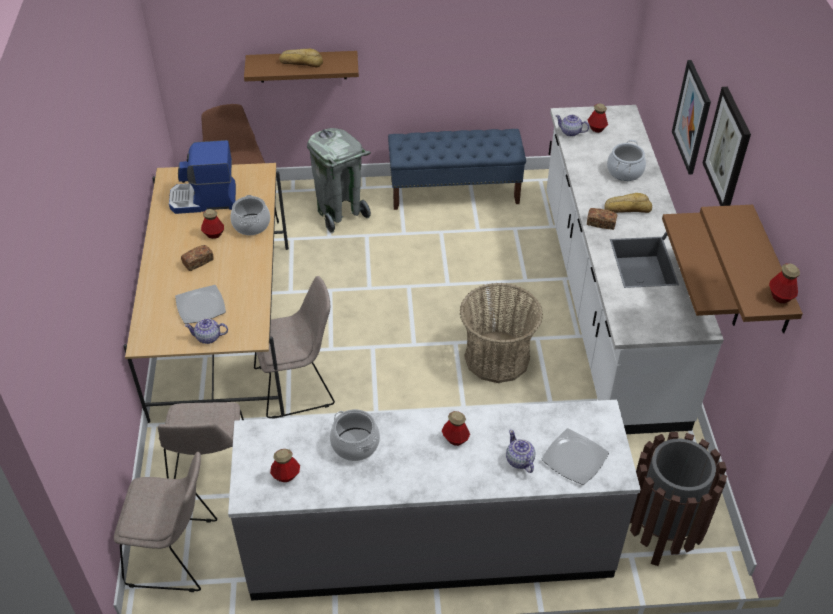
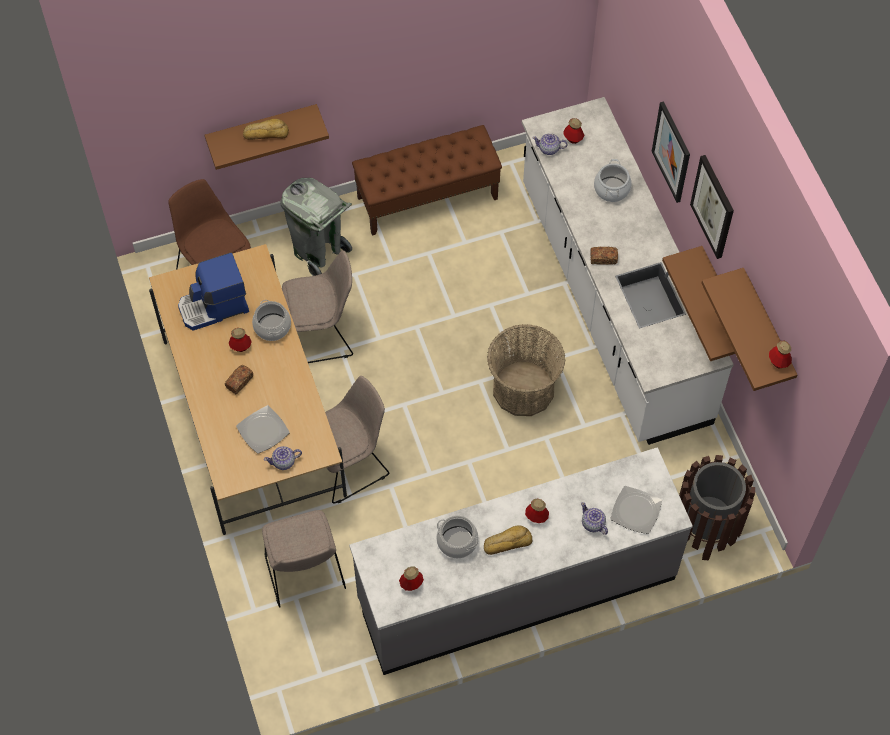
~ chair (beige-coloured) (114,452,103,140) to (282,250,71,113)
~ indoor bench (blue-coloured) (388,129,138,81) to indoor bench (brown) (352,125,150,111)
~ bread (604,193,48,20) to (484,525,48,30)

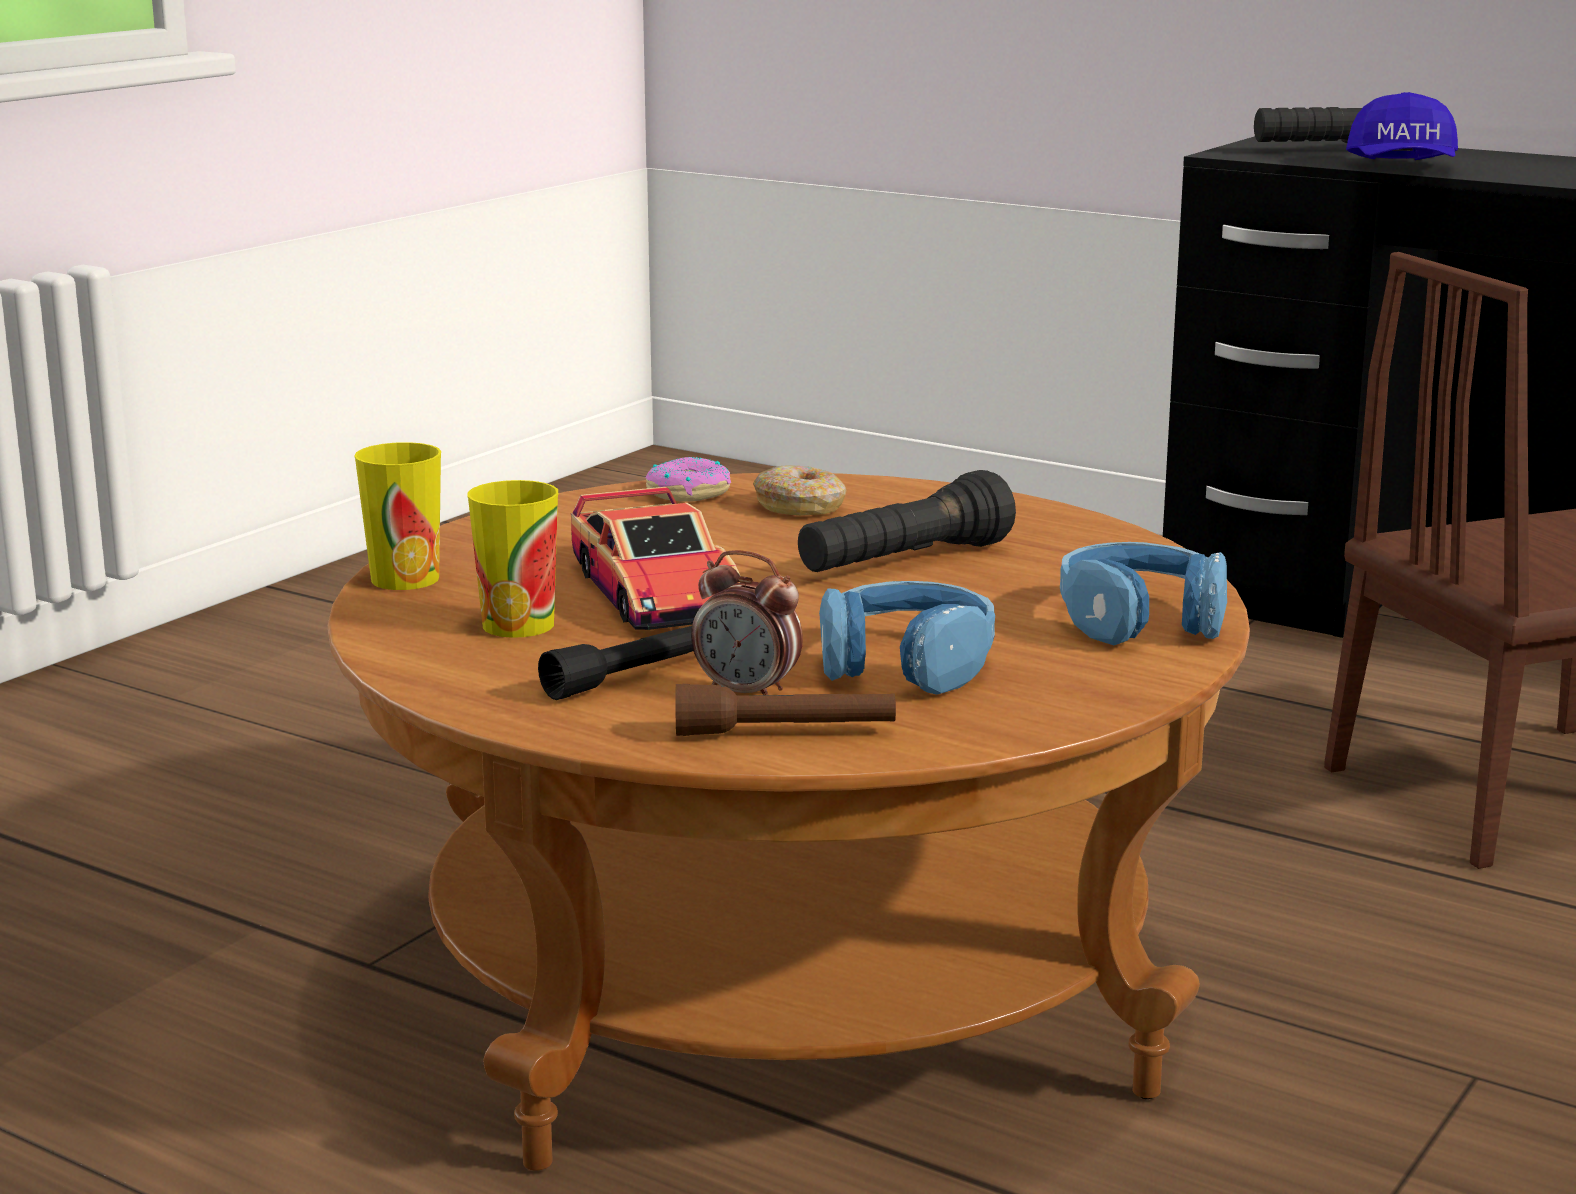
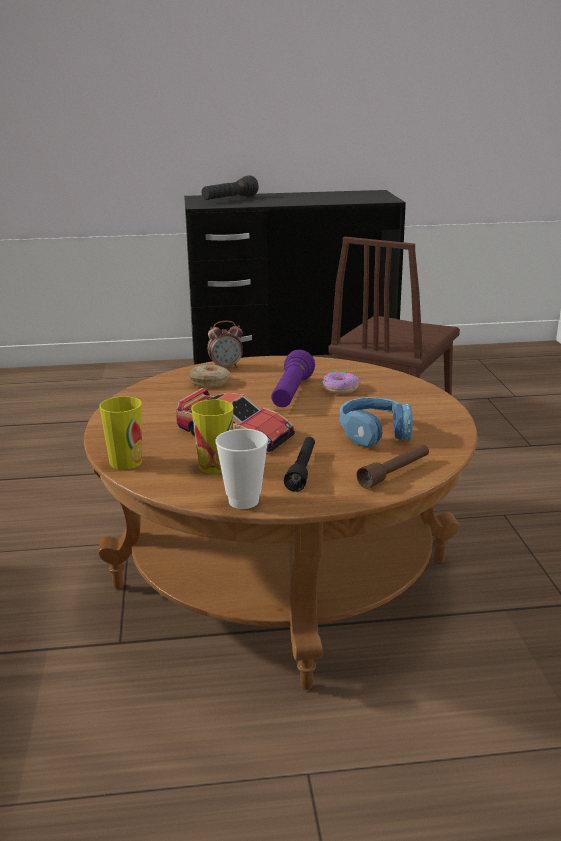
~ ring doughnut (646,457,85,45) to (322,372,38,22)
~ alarm clock (691,550,112,145) to (207,321,36,47)
~ hand torch (blackish) (798,470,218,102) to hand torch (purple-coloured) (271,350,44,57)
- headset (blue-coloured) (1060,542,167,103)
- peaked cap (blue-coloured) (1346,92,112,68)
+ drinking cup (215,429,53,80)

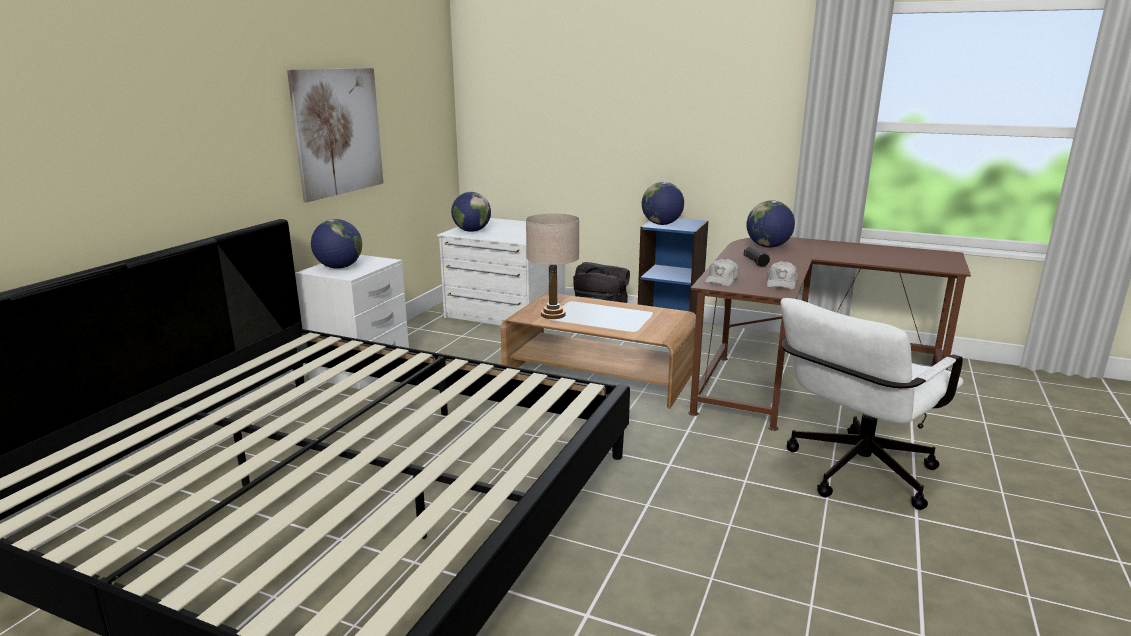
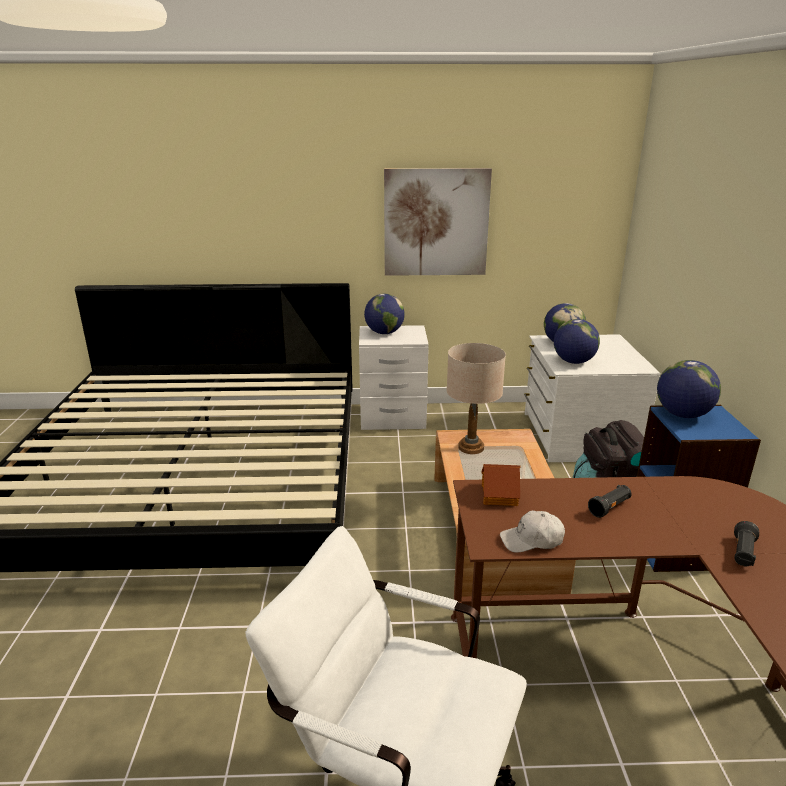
~ peaked cap (white-coloured) (705,258,34,28) to miniature house (481,464,39,42)
~ desk globe (746,200,49,48) to (554,319,46,45)
+ hand torch (blackish) (734,521,25,45)

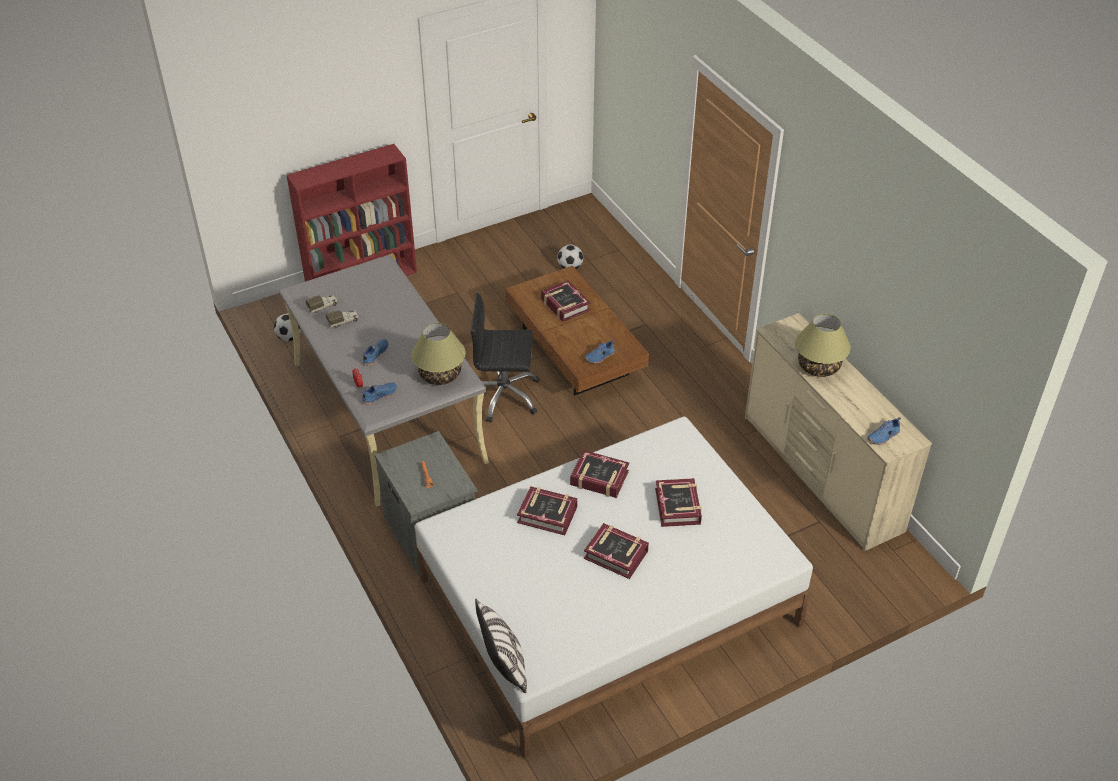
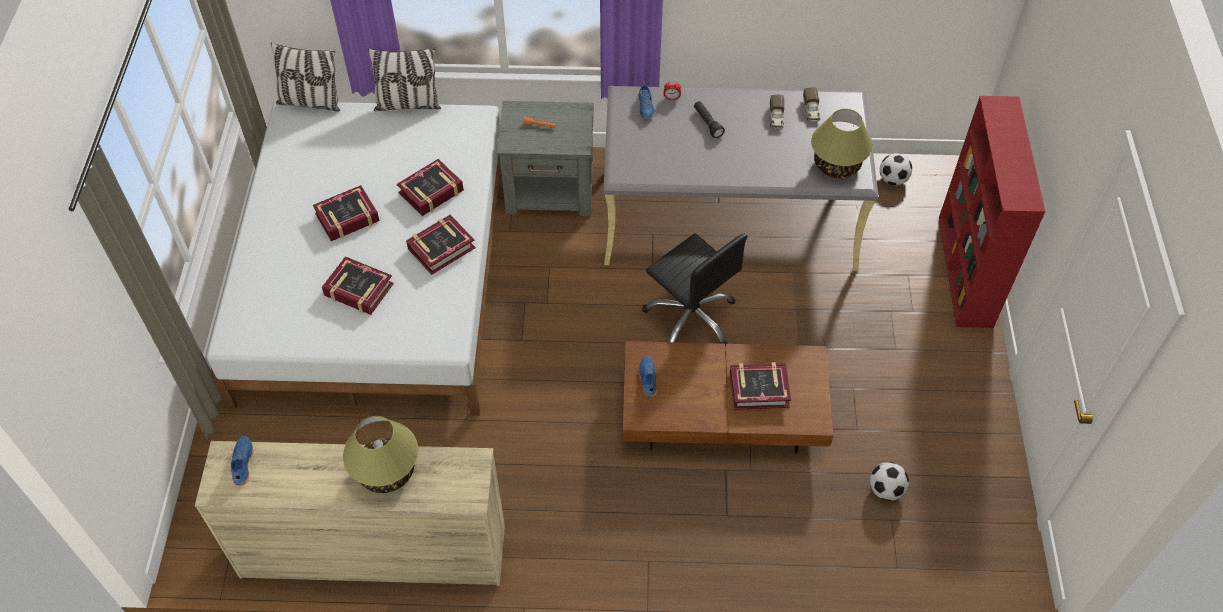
~ shoe (blue-coloured) (363,339,25,27) to hand torch (blackish) (694,101,31,37)
~ table lamp (411,323,54,62) to (811,109,61,69)
~ office chair (blackish) (470,293,70,130) = (642,233,105,114) 105 degrees clockwise
+ throw pillow (368,48,73,63)

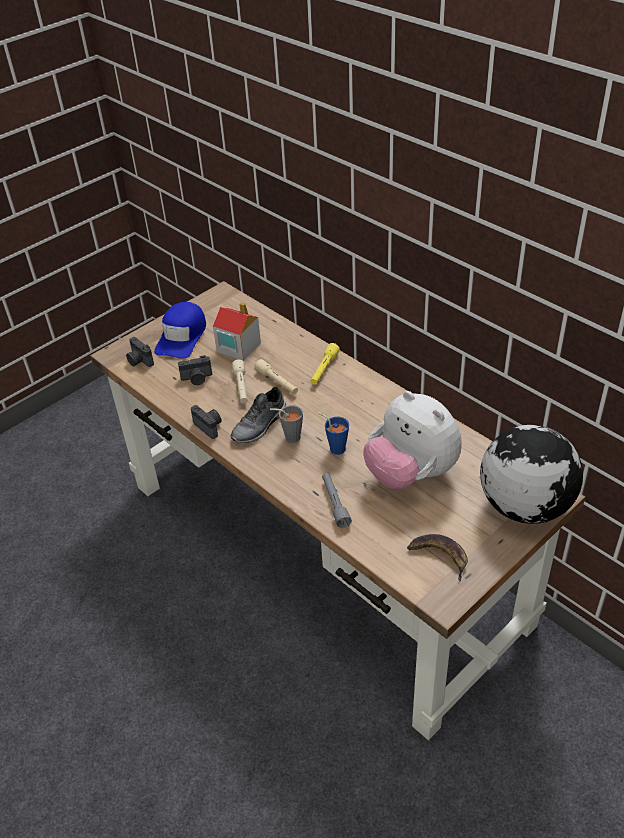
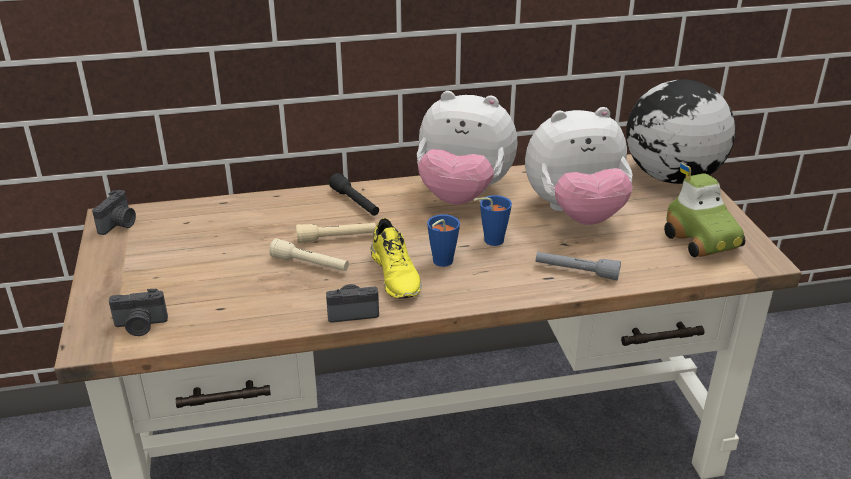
- peaked cap (blue-coloured) (154,302,52,57)
~ still camera (178,355,34,30) to (92,190,44,45)
- miniature house (213,302,48,59)
~ shoe (grey) (231,387,55,56) to shoe (yellowish) (370,218,52,81)
~ drinking cup (grey) (270,405,33,38) to drinking cup (blue-coloured) (427,214,33,53)
~ hand torch (yellowish) (310,343,30,42) to hand torch (blackish) (329,173,50,43)
~ whole banana (407,534,61,48) to model car (664,163,81,94)
+ cuddly toy (417,91,101,114)

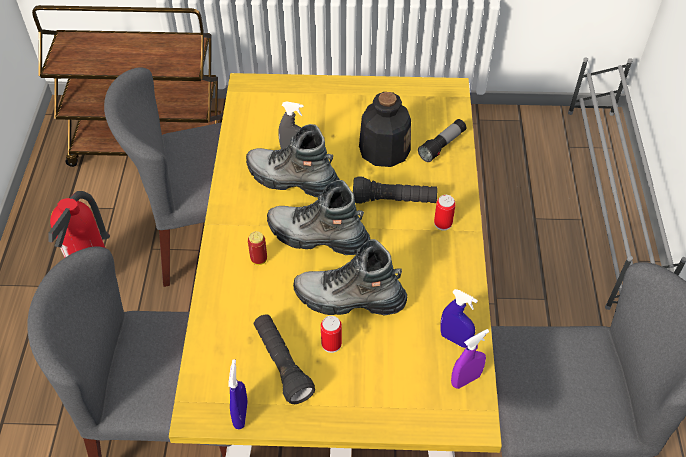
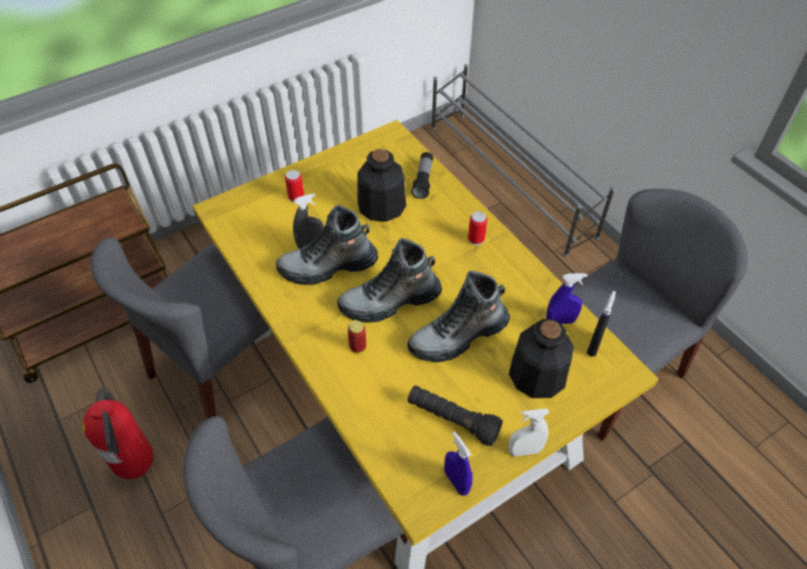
~ can (321,316,21,37) to (285,170,19,33)
- hand torch (blackish) (353,176,85,28)
~ spray bottle (purple-coloured) (451,329,38,60) to spray bottle (blackish) (587,291,29,66)
+ spray bottle (white-coloured) (508,409,41,47)
+ beverage bottle (509,319,65,79)

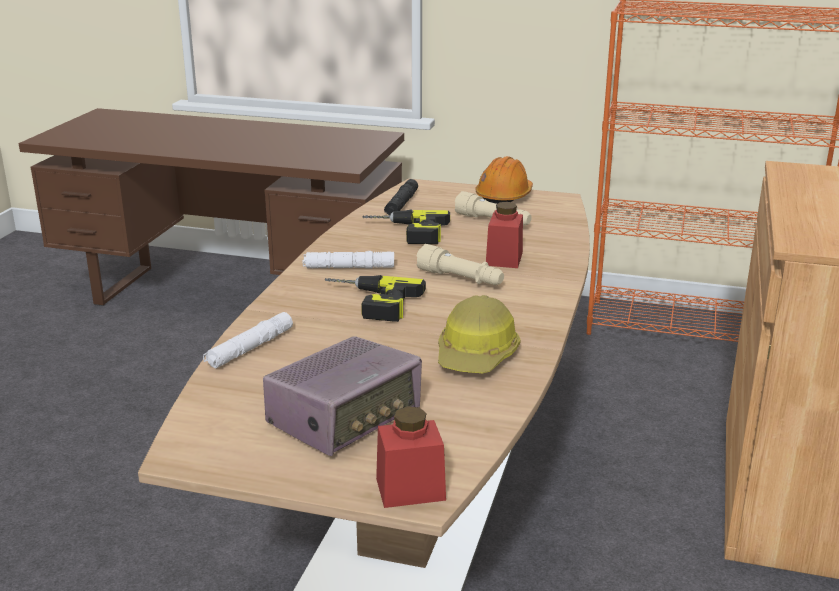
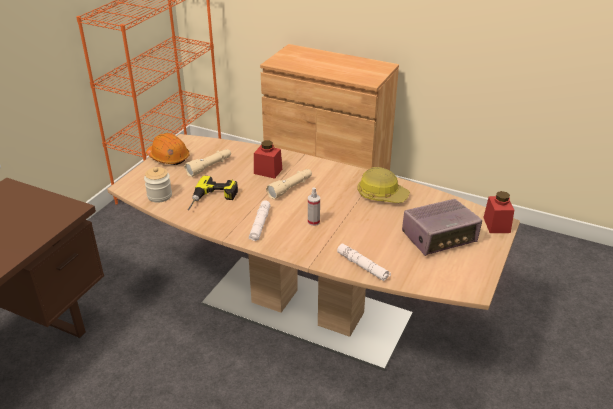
~ radio receiver (263,336,159,120) = (402,199,80,57) 105 degrees clockwise
~ drill (325,275,101,47) to spray bottle (308,188,12,38)
~ hand torch (blackish) (384,179,34,36) to jar (144,167,28,36)

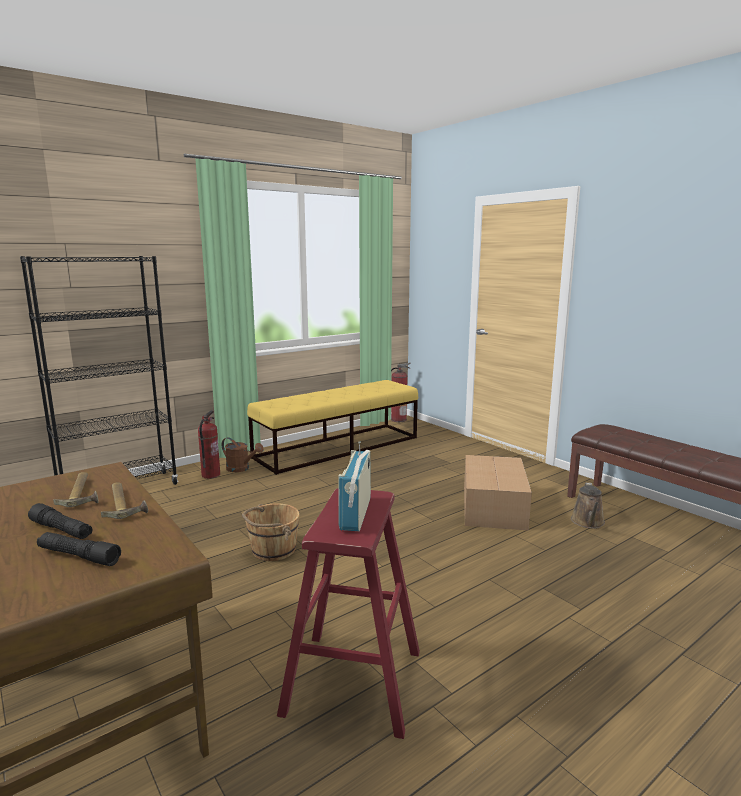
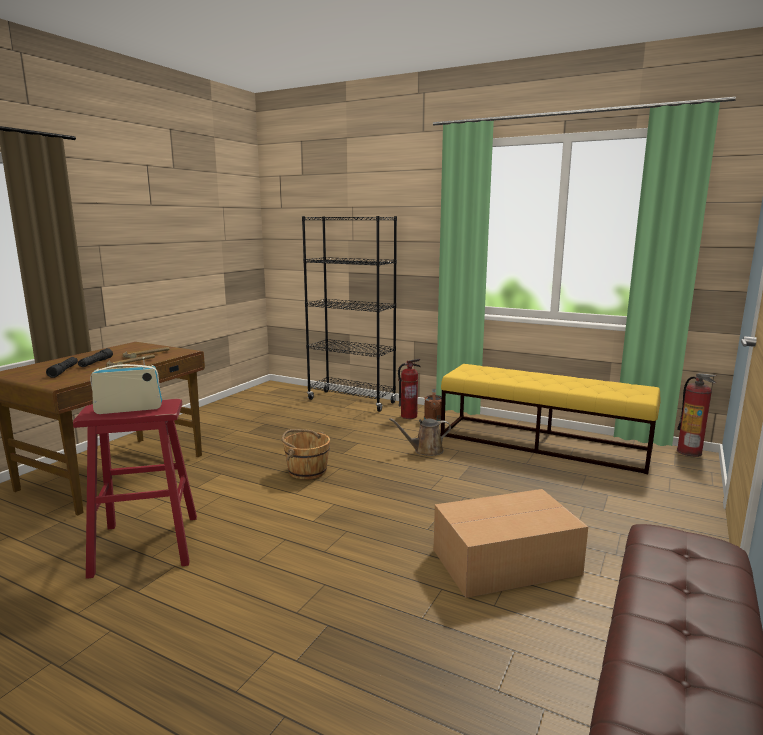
~ watering can (brown) (571,483,34,46) to (389,418,62,38)

